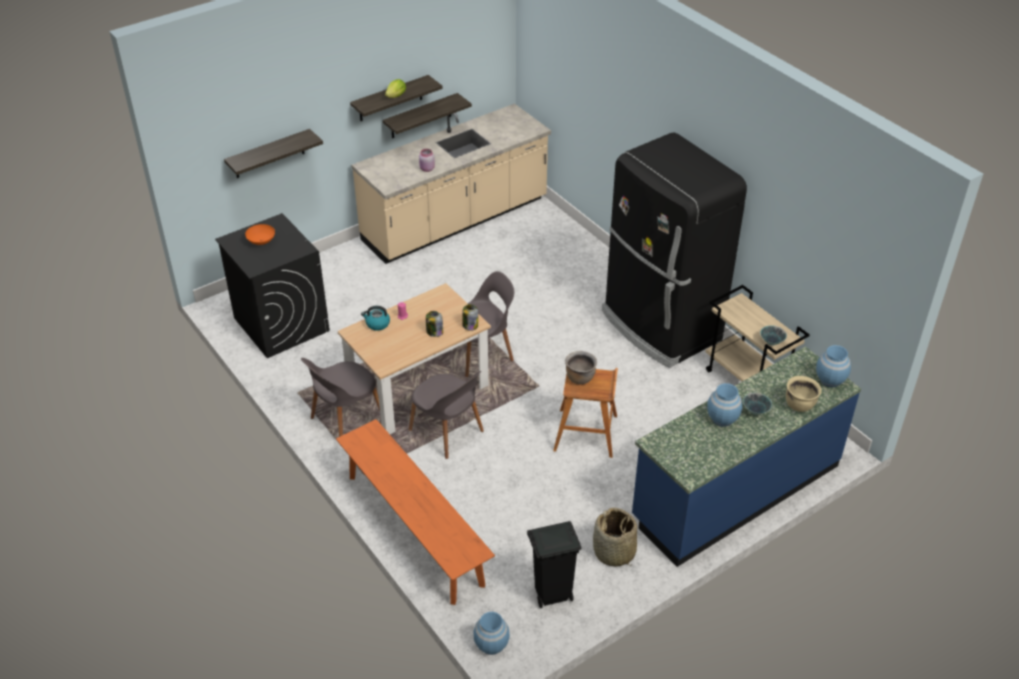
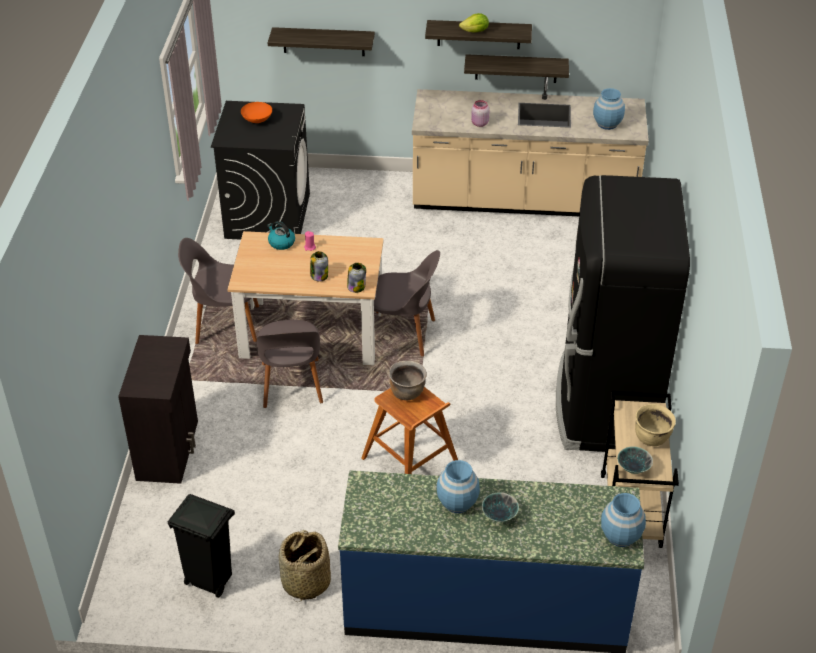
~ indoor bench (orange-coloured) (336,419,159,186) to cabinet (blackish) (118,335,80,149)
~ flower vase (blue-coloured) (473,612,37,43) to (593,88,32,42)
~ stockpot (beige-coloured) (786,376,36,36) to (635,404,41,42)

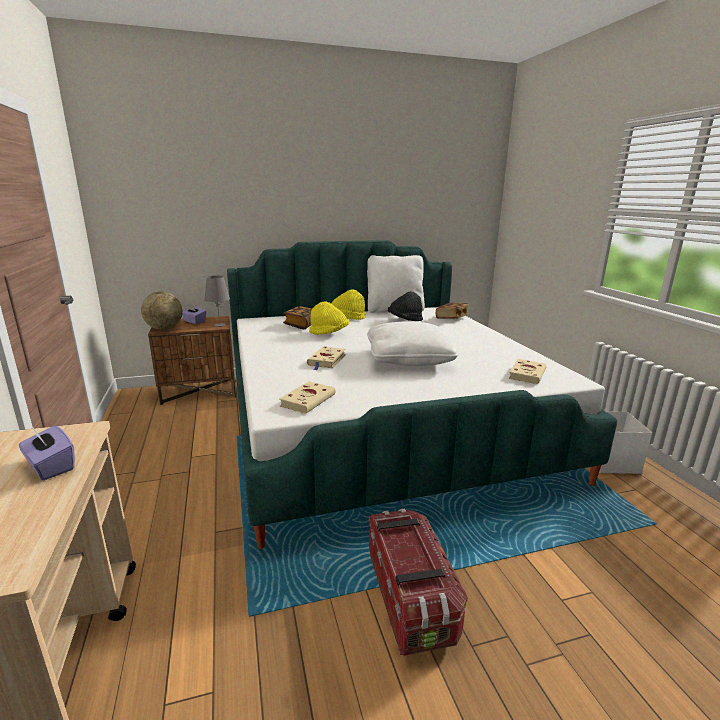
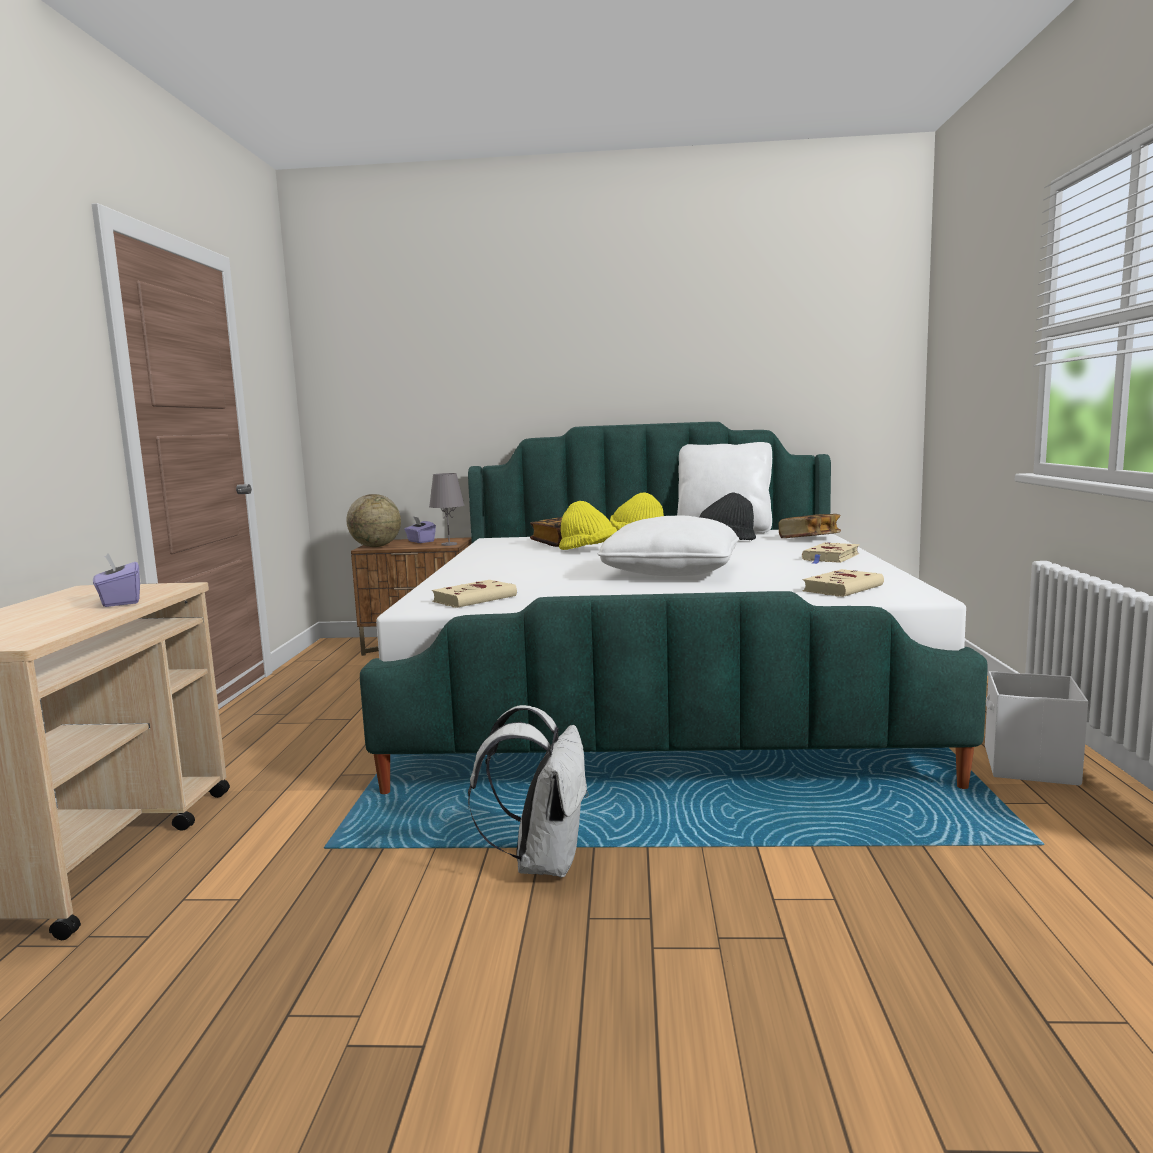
~ book (beige-coloured) (307,347,39,23) to (802,542,58,22)
~ storage container (369,508,99,148) to rucksack (white-coloured) (468,705,121,173)

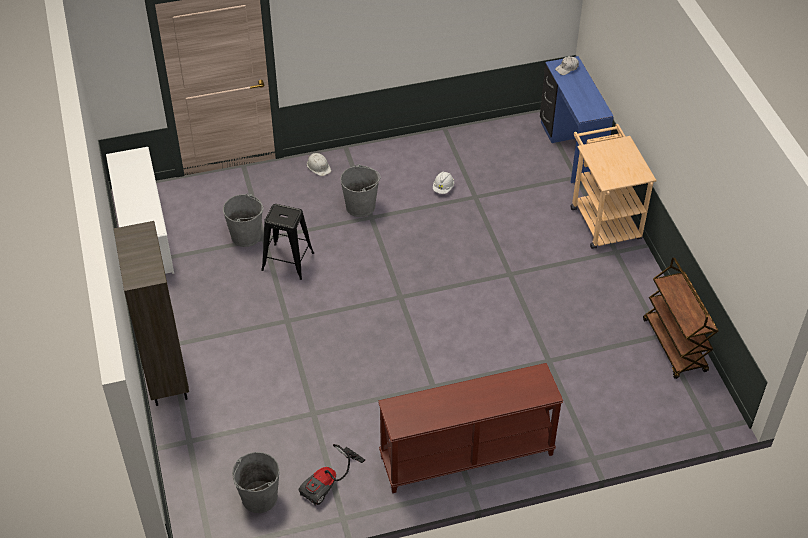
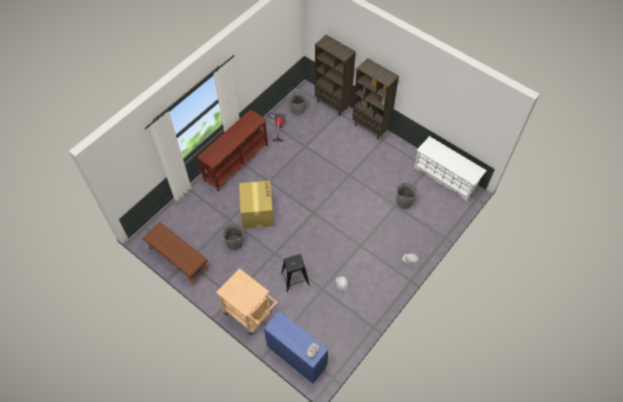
~ stool seat (blackish) (261,204,53,76) to (281,254,29,38)
~ bucket (grey) (340,164,41,53) to (222,223,22,27)
~ trolley (brown) (643,257,76,122) to indoor bench (brown) (142,222,66,63)
+ packing box (239,181,35,48)
+ shelving unit (brown) (315,35,41,81)

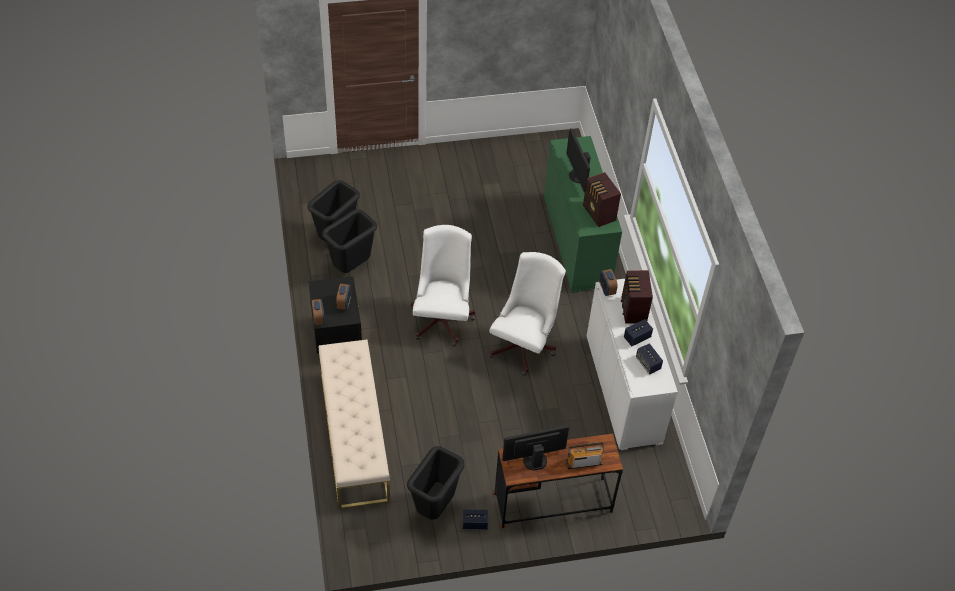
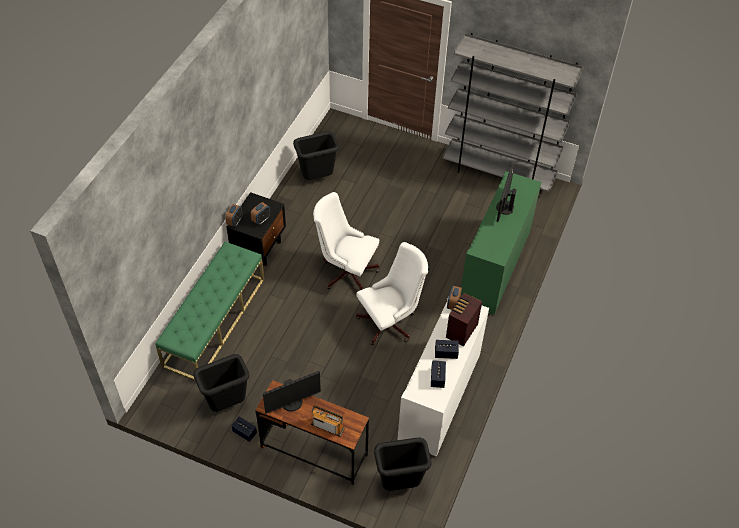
~ indoor bench (beige-coloured) (319,339,71,170) to indoor bench (green-coloured) (155,242,109,138)
~ waste bin (blackish) (322,209,55,64) to (374,438,57,53)
~ office chair (white-coloured) (411,225,64,122) = (313,192,66,98) 105 degrees counterclockwise
~ monitor (502,425,68,46) = (263,371,58,43) 135 degrees clockwise
- radio receiver (583,172,38,55)
+ shelving unit (grey) (442,33,141,159)

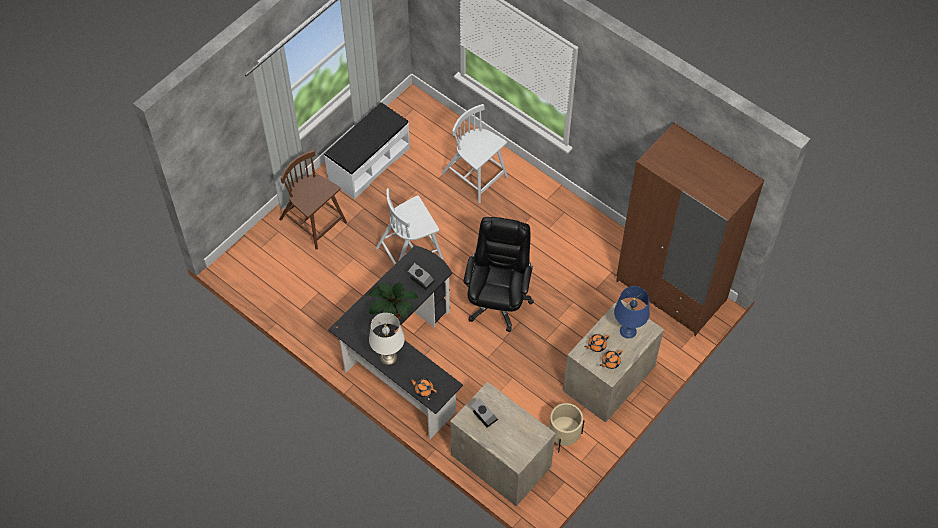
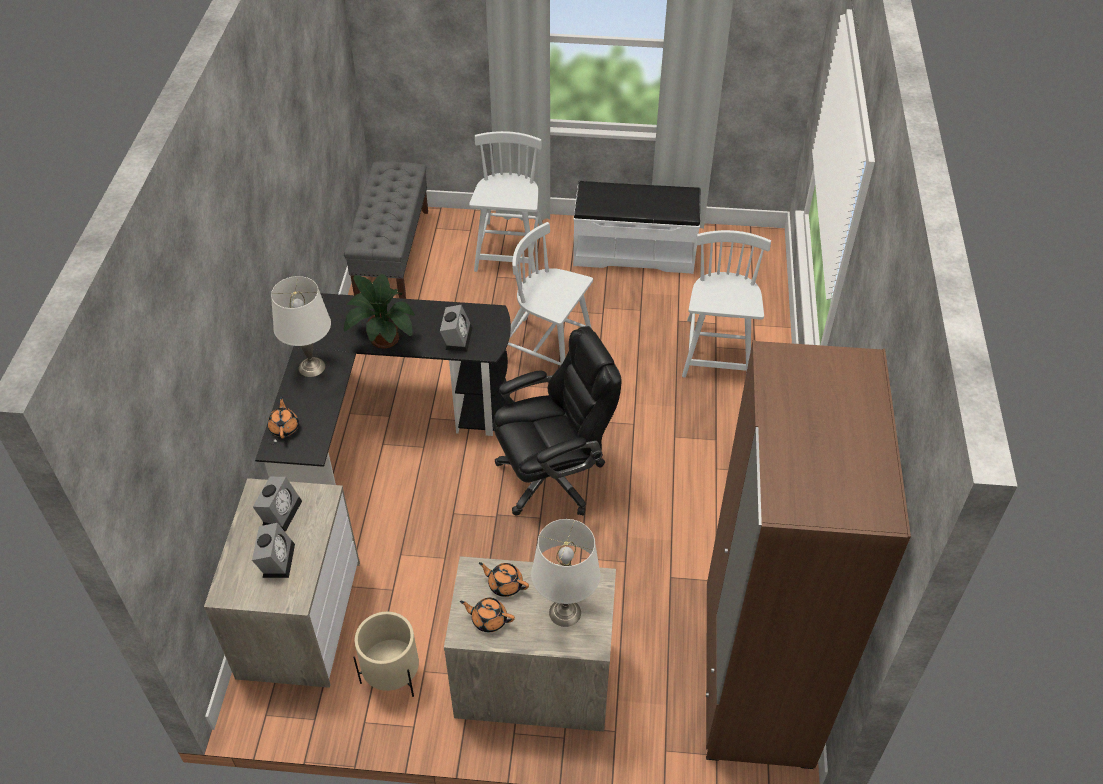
~ chair (brown) (279,150,68,100) to chair (white-coloured) (469,131,74,142)
~ table lamp (blue-coloured) (614,286,36,53) to table lamp (white-coloured) (531,519,69,108)
+ alarm clock (252,523,43,55)
+ indoor bench (grey) (344,161,84,138)

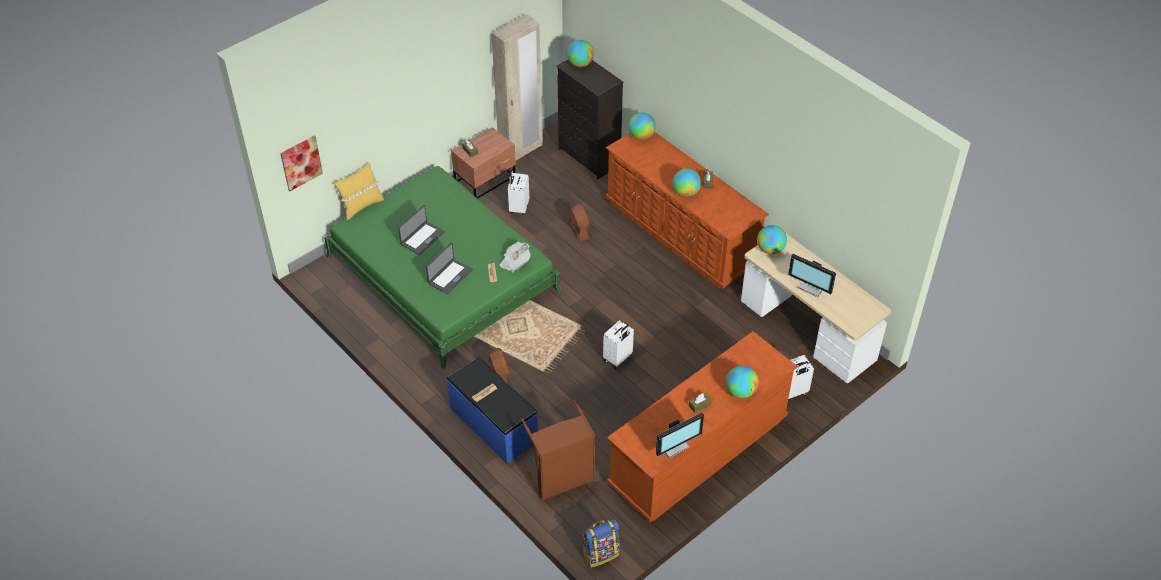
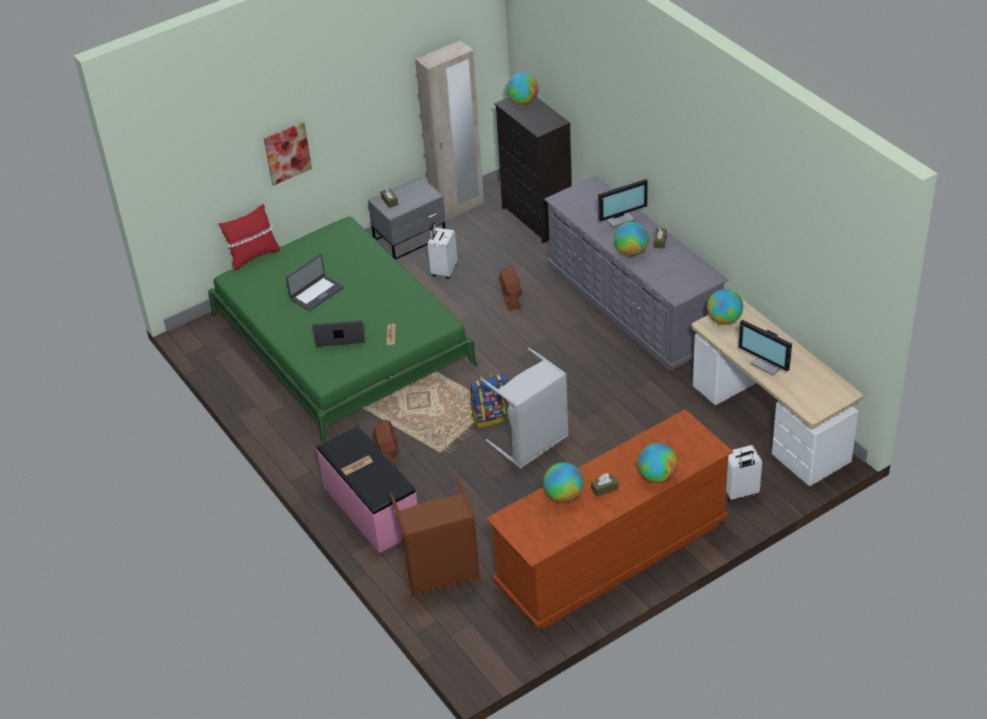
~ wall picture (280,136,43,55) to (264,122,48,63)
~ throw pillow (yellowish) (334,163,50,57) to throw pillow (red) (219,204,61,67)
~ laptop (426,242,47,52) = (313,320,52,26) 135 degrees counterclockwise
~ indoor bench (blue-coloured) (447,357,91,107) to indoor bench (pink) (317,426,100,127)
~ night table (brown) (451,127,65,72) to night table (grey) (368,176,77,84)
- daily paper (500,242,30,30)
~ rucksack (582,519,38,49) to (470,374,39,54)
~ travel case (white-coloured) (603,320,31,49) to washing basket (grey) (481,348,87,121)
~ dresser (brown) (606,132,163,157) to dresser (grey) (544,175,184,195)
~ desk globe (628,112,28,28) to (543,462,41,41)
~ monitor (656,413,48,45) to (598,179,50,49)

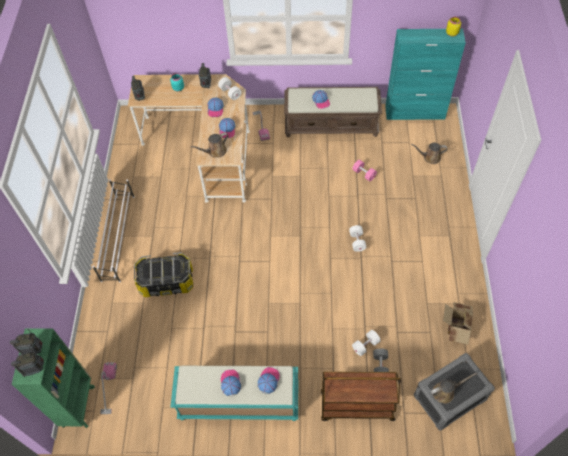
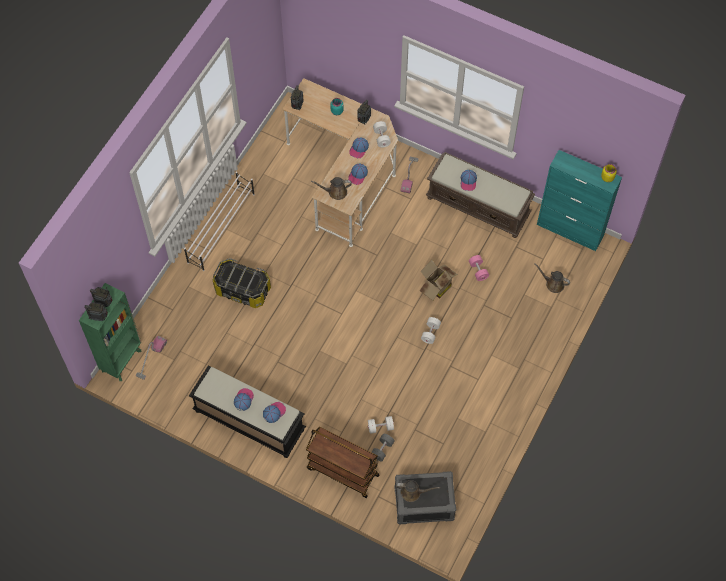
~ indoor bench (turquoise-coloured) (170,366,128,55) to indoor bench (blackish) (189,365,117,93)
~ packing box (443,302,30,43) to (419,260,39,41)

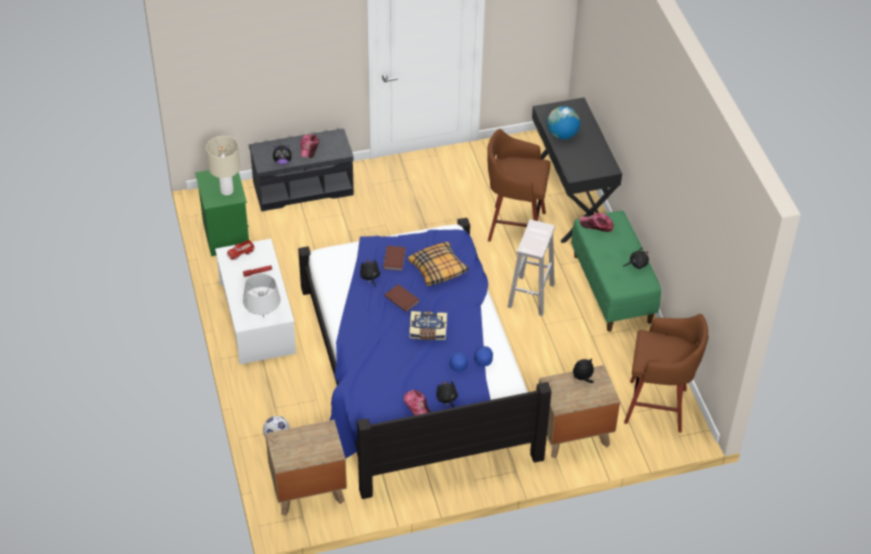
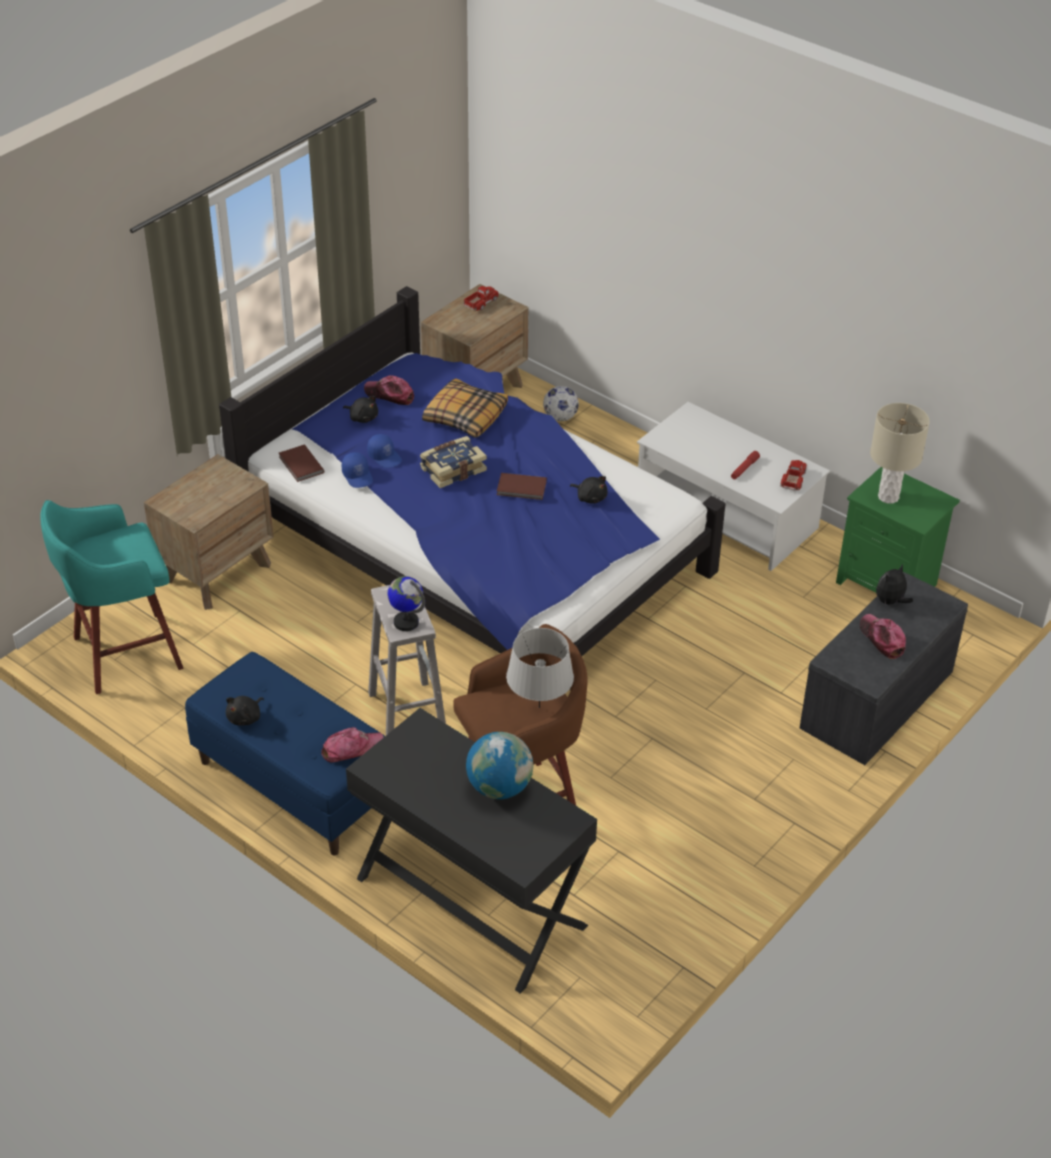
~ table lamp (grey) (243,274,38,43) to (506,628,68,80)
~ book (brown) (383,246,23,25) to (279,444,45,38)
~ throw pillow (408,242,60,44) to (422,378,86,60)
~ indoor bench (green-coloured) (571,211,90,121) to indoor bench (blue-coloured) (185,652,200,203)
- cuddly toy (573,358,21,25)
~ stool seat (brown) (624,314,84,119) to stool seat (turquoise-coloured) (40,500,144,194)
+ desk globe (388,576,37,55)
+ model truck (463,286,36,25)

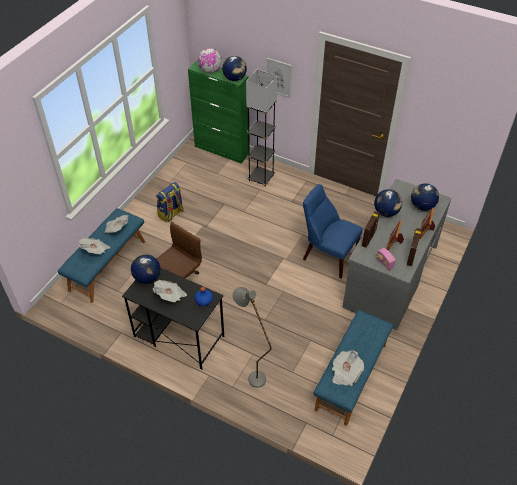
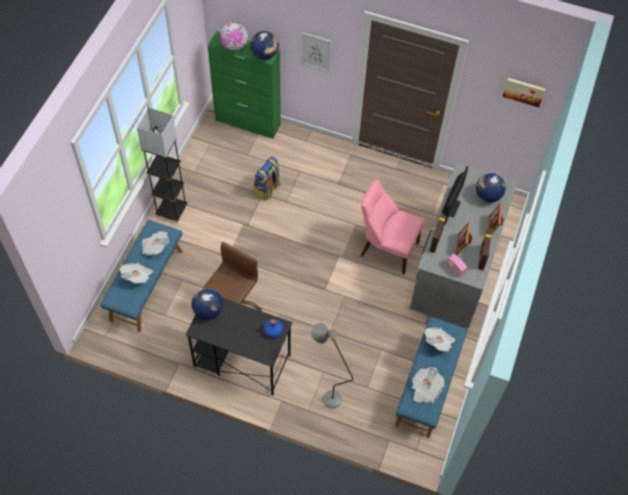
~ daily paper (153,280,34,22) to (424,327,31,24)
~ rucksack (156,182,28,41) to (253,157,28,44)
~ standard lamp (grey) (246,70,31,116) to (137,107,51,116)
~ chair (blue-coloured) (303,184,60,95) to chair (pink) (360,180,64,94)
~ desk globe (374,189,28,28) to monitor (442,166,27,59)
+ wall picture (502,78,44,29)

